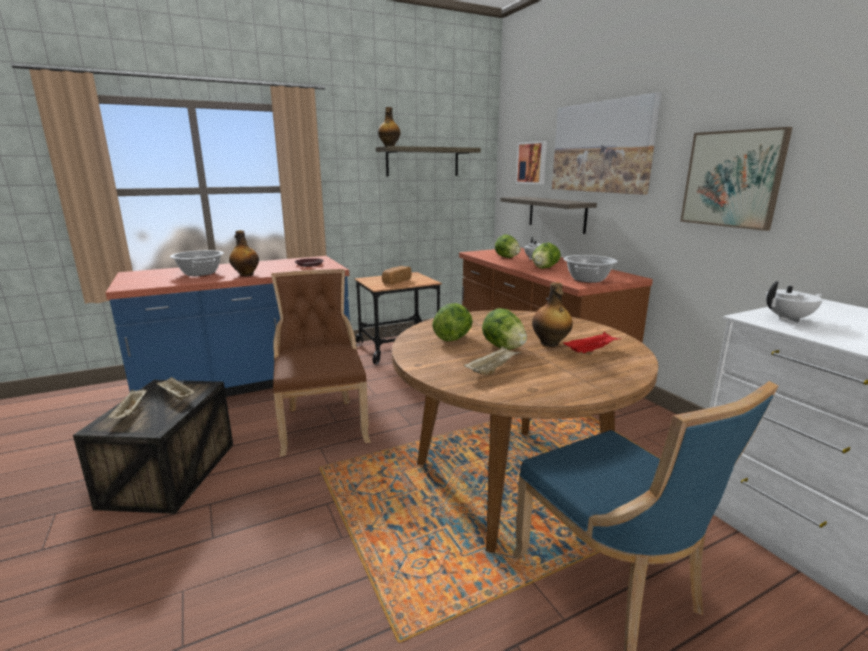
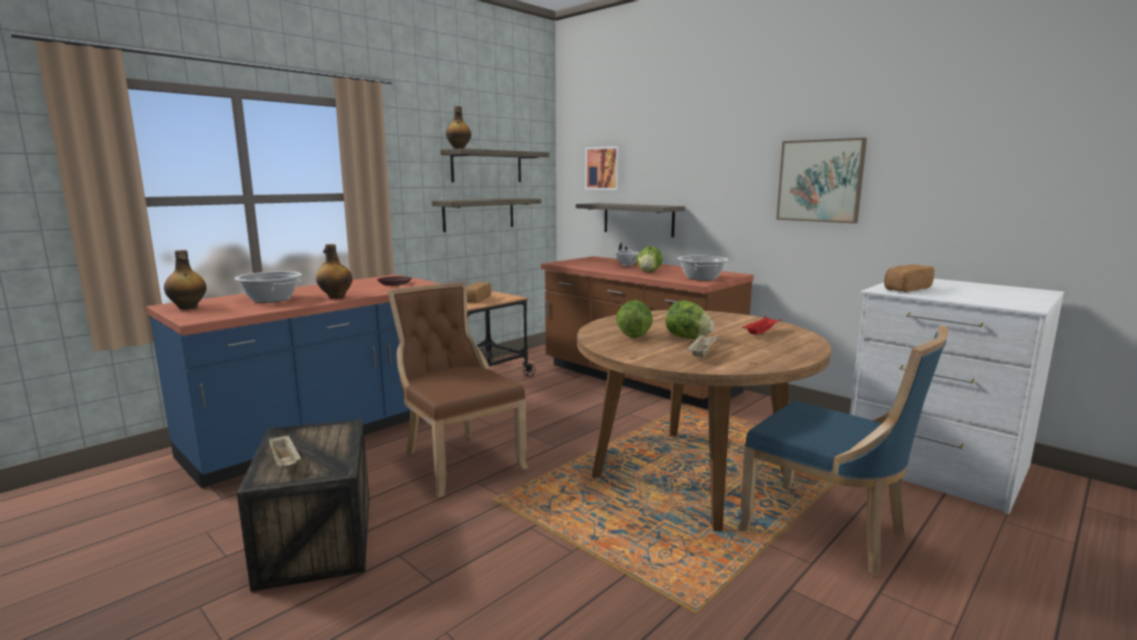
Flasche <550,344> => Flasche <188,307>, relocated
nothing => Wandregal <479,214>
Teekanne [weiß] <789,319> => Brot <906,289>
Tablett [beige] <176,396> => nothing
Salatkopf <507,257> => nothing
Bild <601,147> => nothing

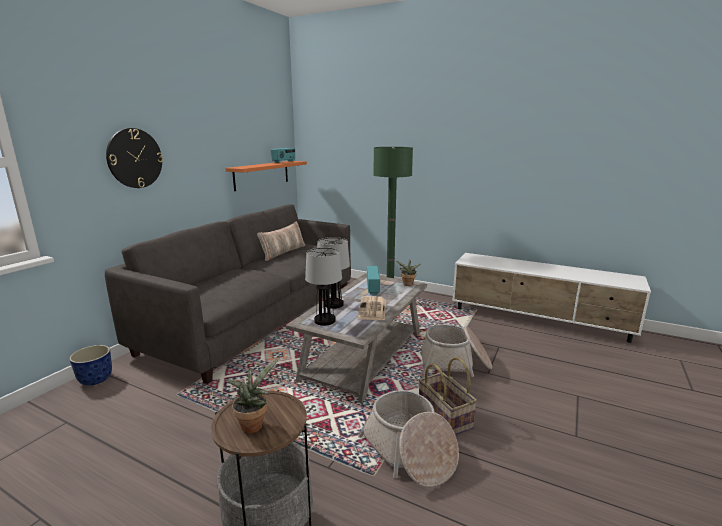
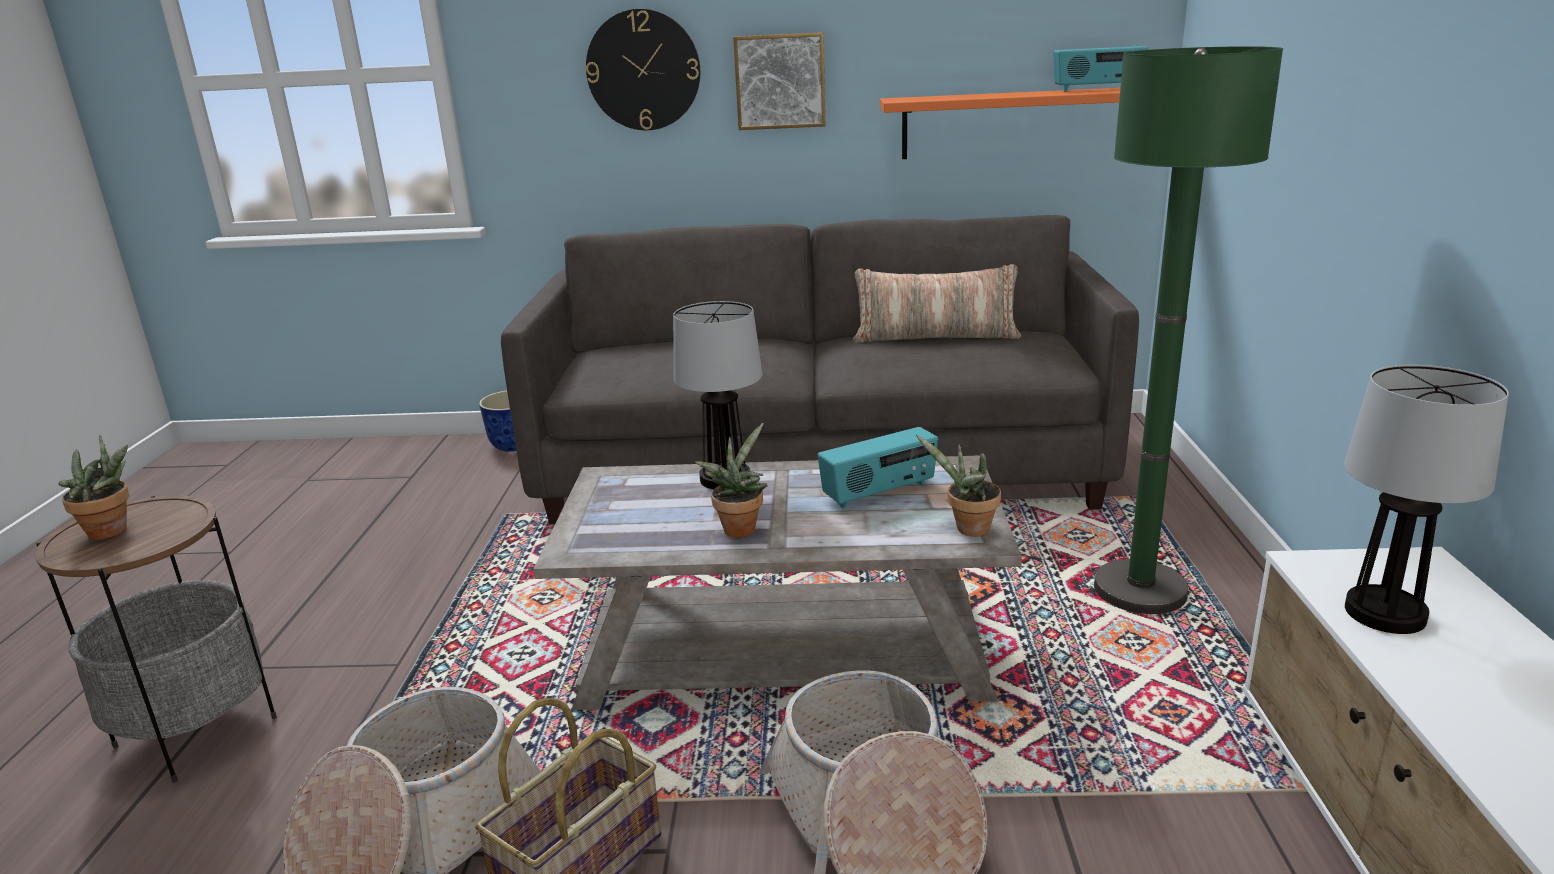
Zeitung <372,309> => Topfpflanze <739,527>
nothing => Bild <780,81>
Tischlampe <325,321> => Tischlampe <1385,614>, relocated

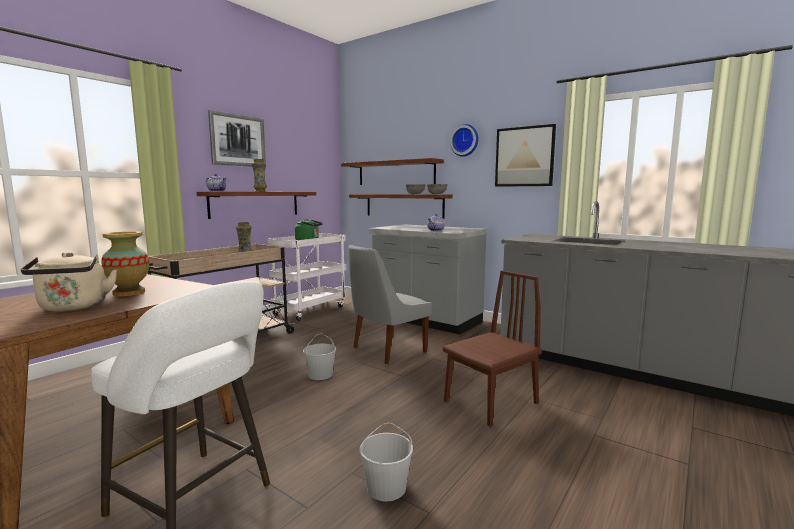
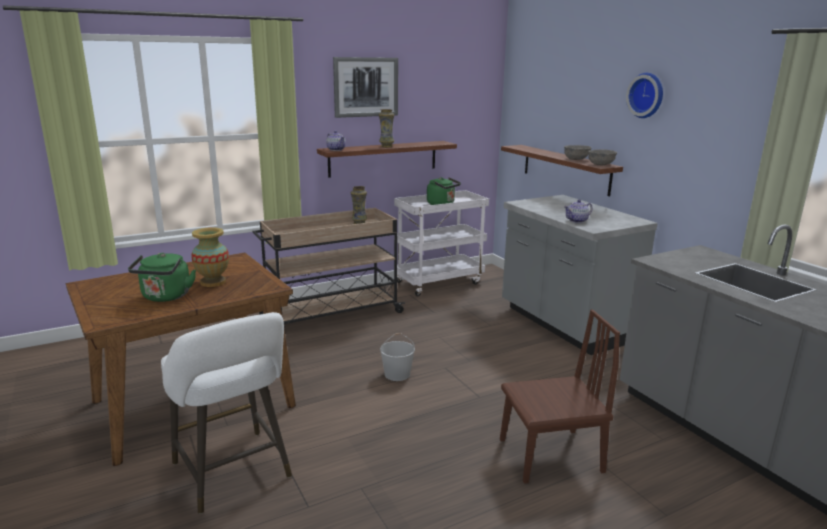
Wasserkessel [beige] <73,308> => Wasserkessel [grün] <165,297>
Wandregal <395,173> => nothing
Stuhl [grau] <386,350> => nothing
Eimer [weiß] <387,487> => nothing
Bild <524,157> => nothing

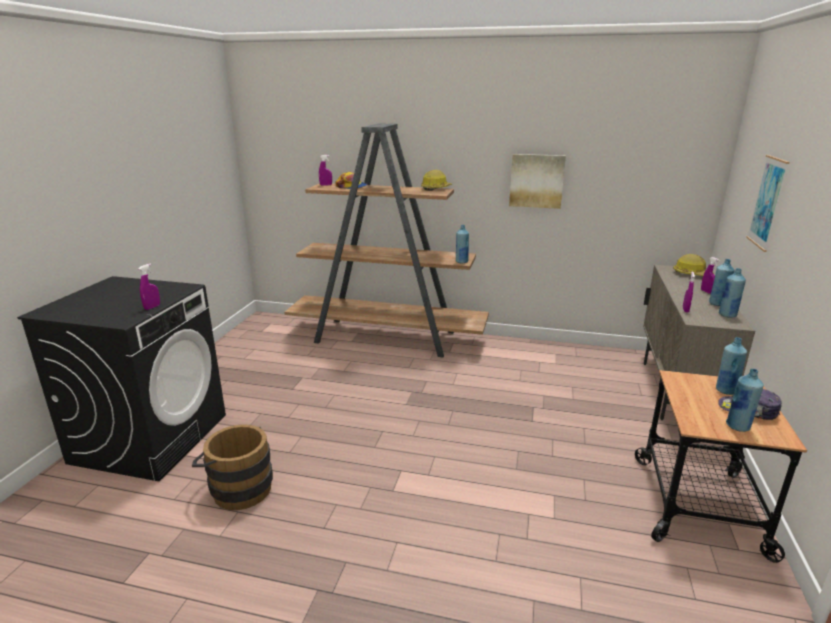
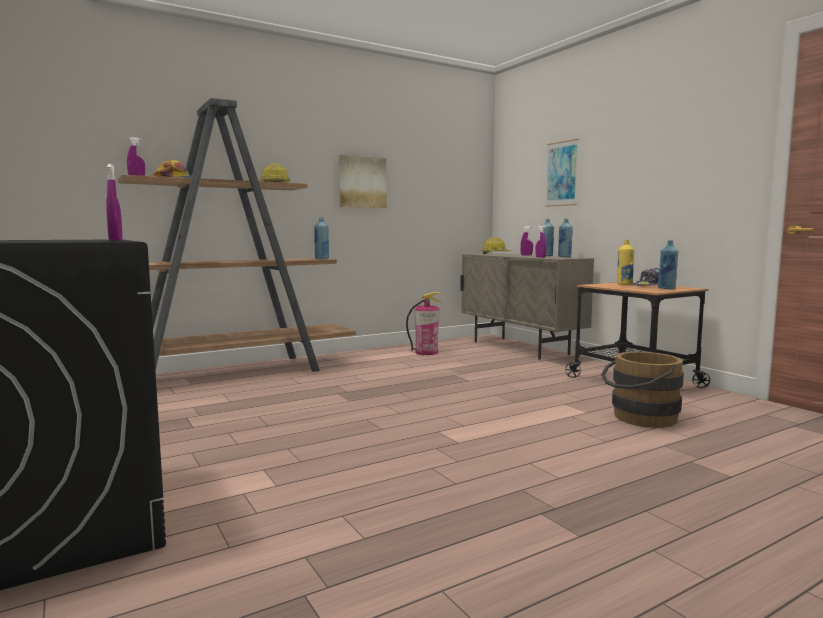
nothing => Feuerlöscher <426,352>
Eimer [braun] <238,488> => Eimer [braun] <639,418>, relocated
Flasche [blau] <725,390> => Flasche [gelb] <624,284>

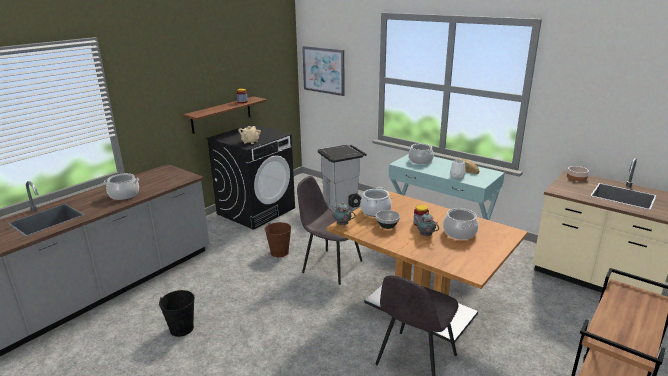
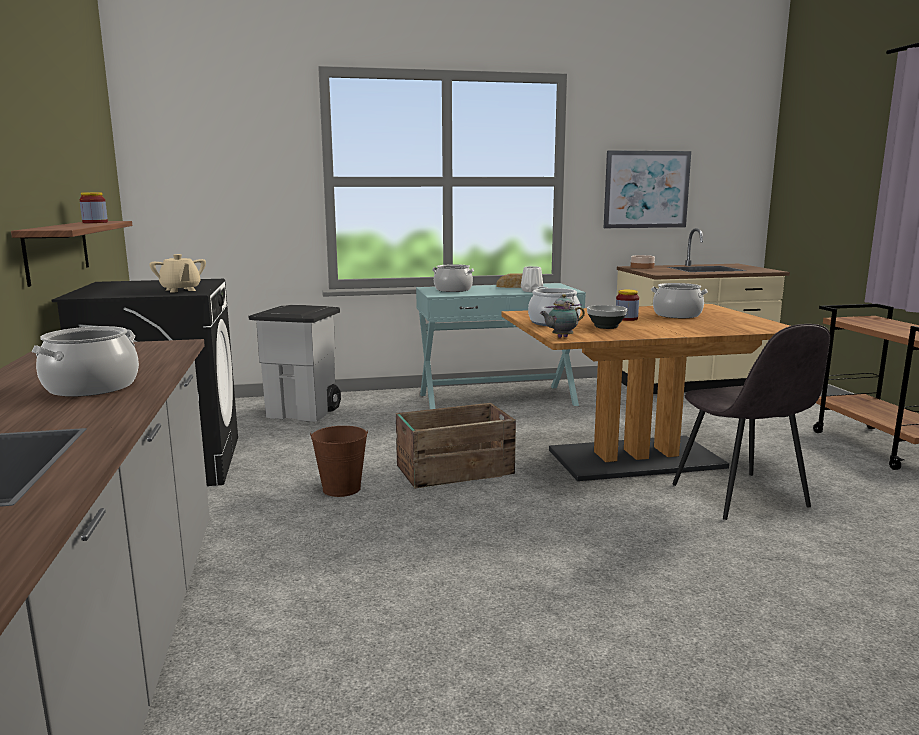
Stuhl [grau] <331,266> => Kiste <453,470>
Bild <323,70> => Bild <646,189>, relocated
Eimer [schwarz] <182,328> => nothing
Teekanne <425,235> => nothing

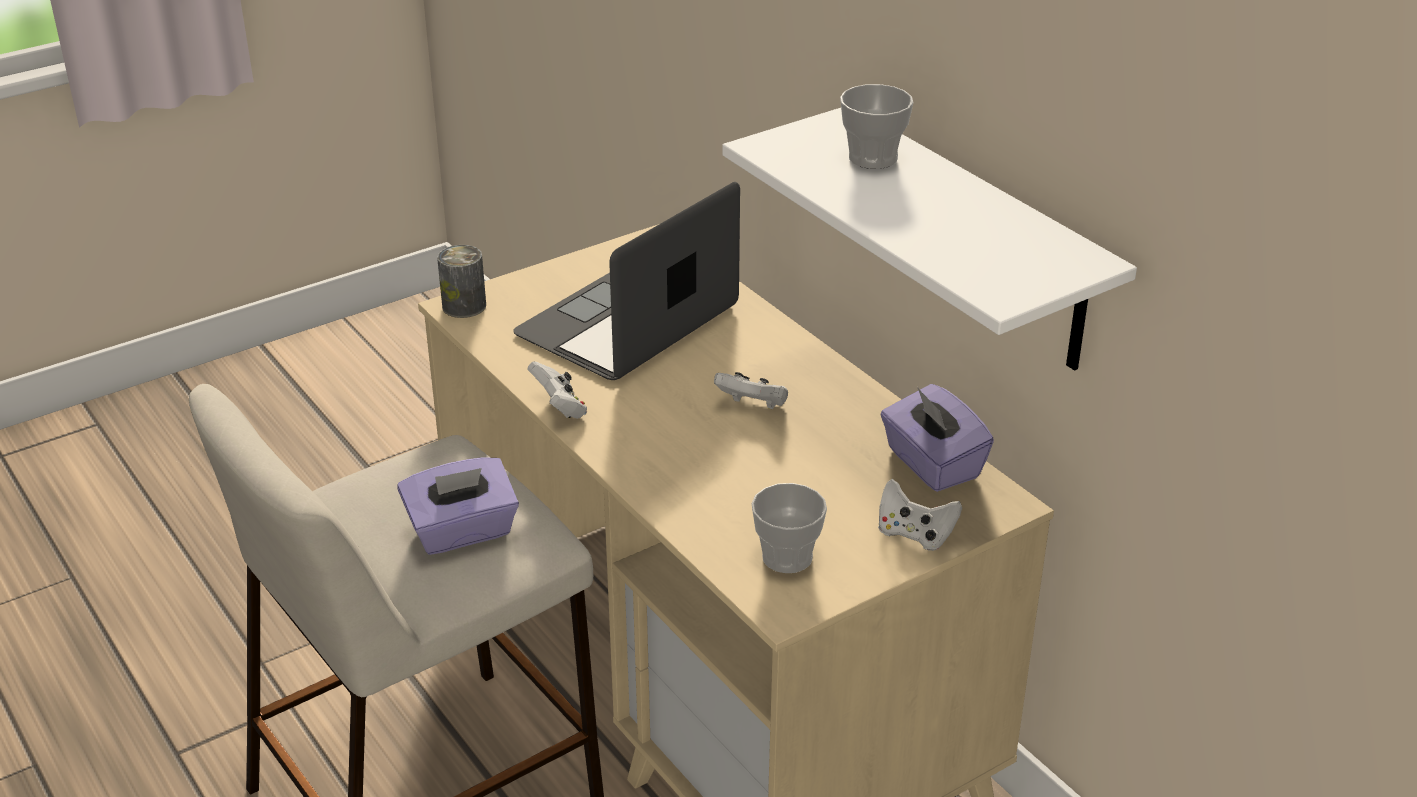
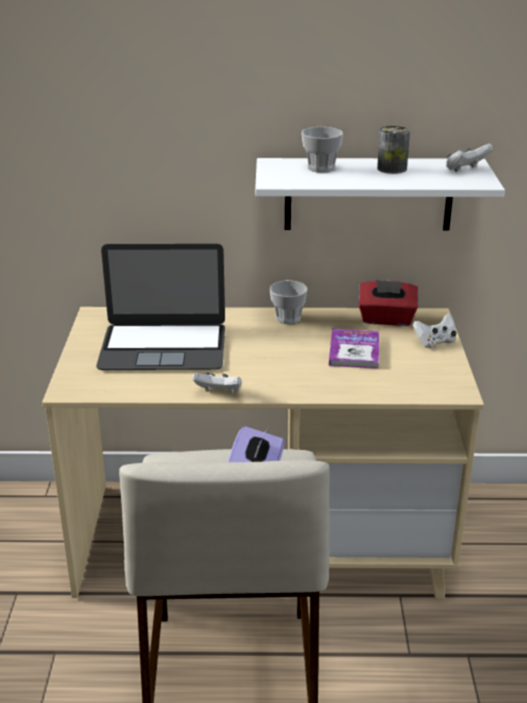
Laptop <628,322> => Laptop <163,347>, 75 degrees counterclockwise
Tasse <787,557> => Tasse <288,318>, relocated
nothing => Buch <354,350>
Taschentuchbox [lila] <931,464> => Taschentuchbox [rot] <386,319>
Dose <464,306> => Dose <392,168>, relocated
Gamepad [weiß] <753,406> => Gamepad [weiß] <465,169>, relocated

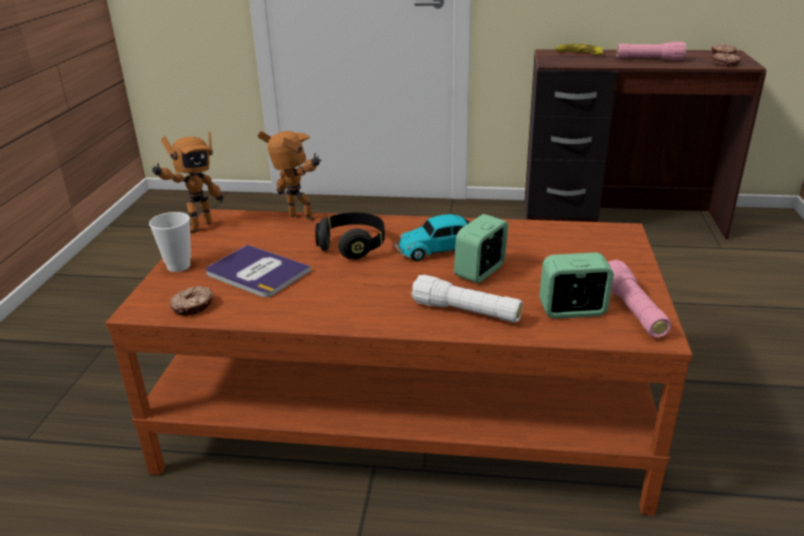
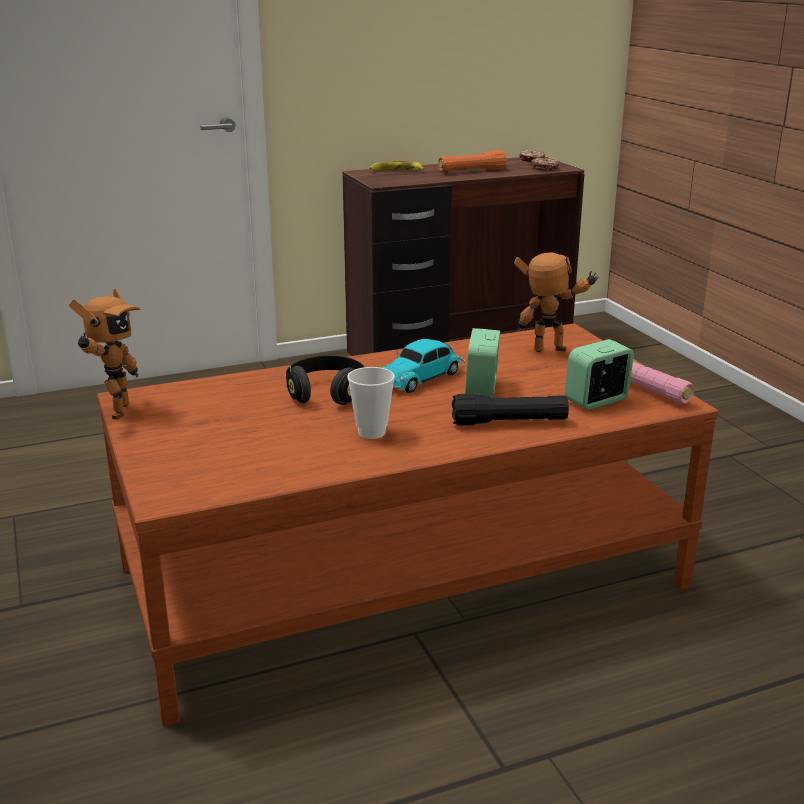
Tasse <178,266> => Tasse <371,433>, relocated
Taschenlampe [rosa] <649,59> => Taschenlampe [orange] <472,171>
Taschenlampe [weiß] <466,312> => Taschenlampe [schwarz] <509,422>
Spielzeugroboter <299,219> => Spielzeugroboter <551,352>, relocated
Donut <193,306> => nothing
Buch <257,272> => nothing

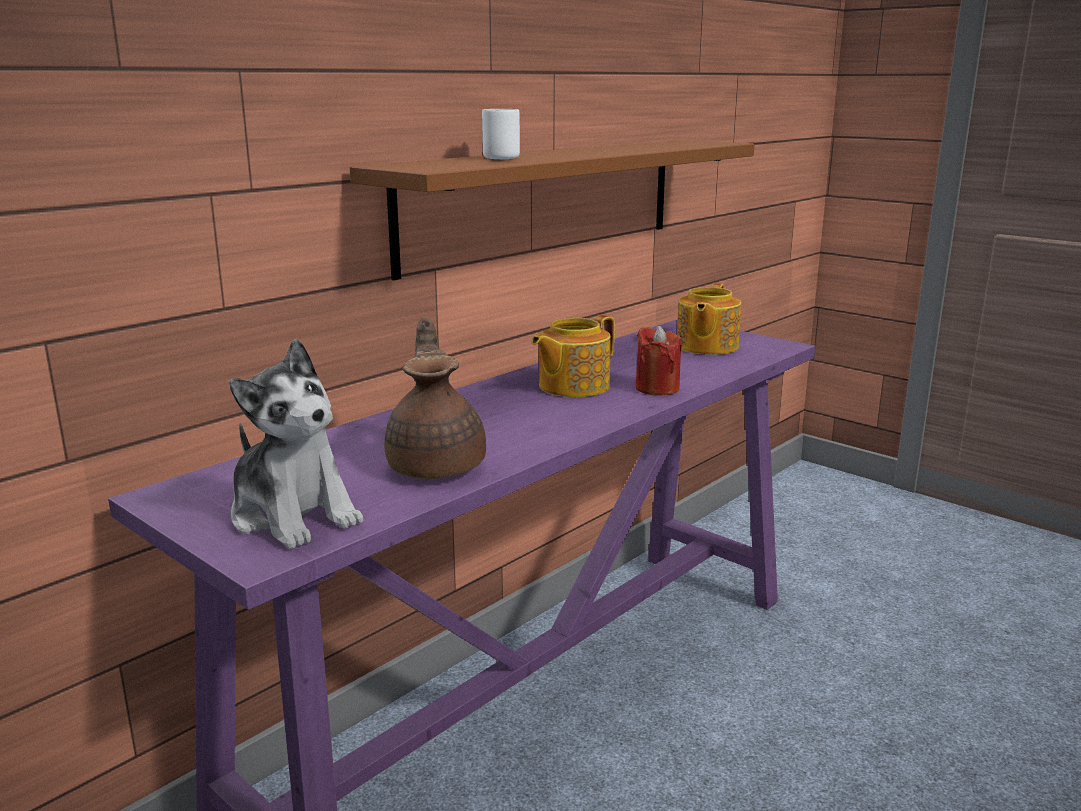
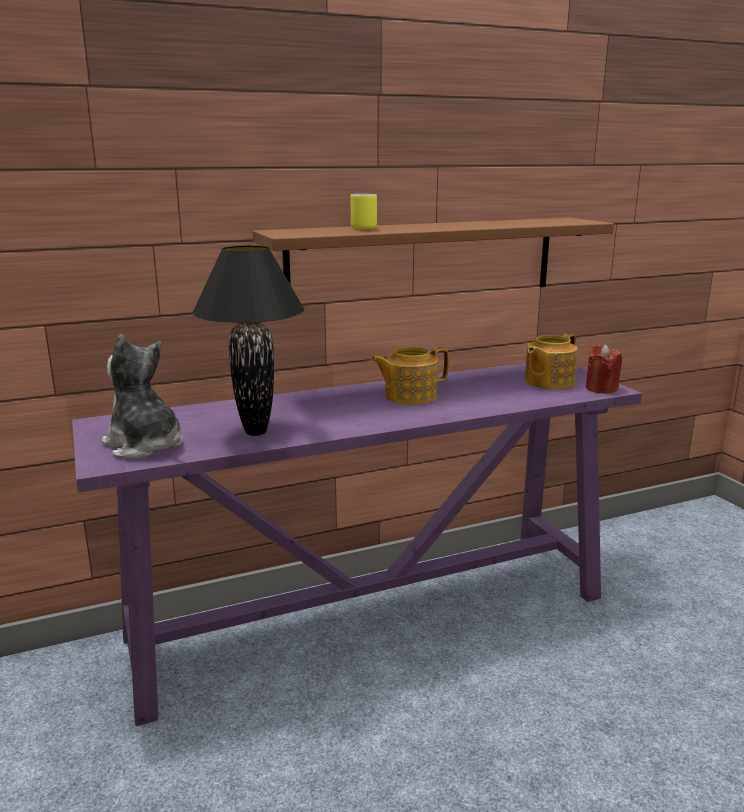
Plüschtier <294,515> => Plüschtier <145,446>, 150 degrees clockwise
Teekanne [braun] <437,465> => Tischlampe [schwarz] <257,432>
Henkelbecher [weiß] <495,158> => Henkelbecher [gelb] <361,228>
Kerze [rot] <657,388> => Kerze [rot] <601,388>, relocated

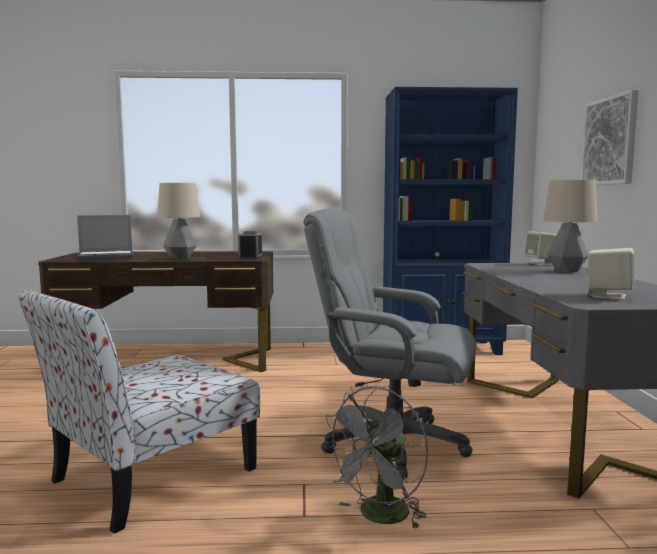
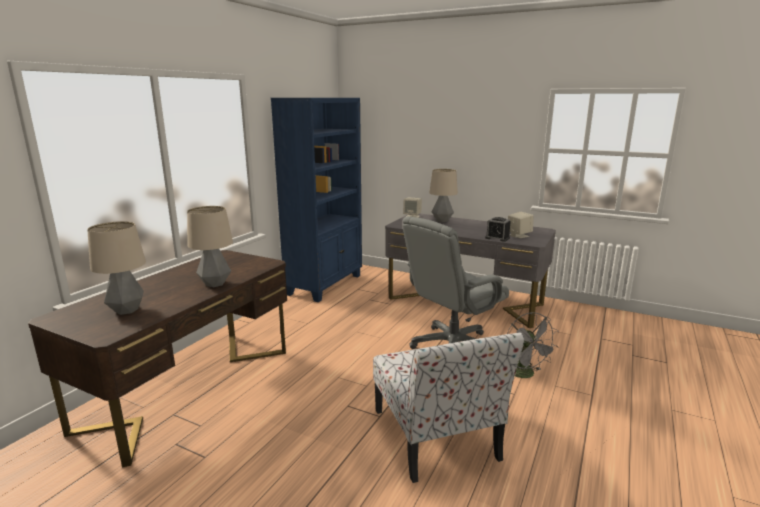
Laptop <107,256> => Tischlampe <126,310>
Wecker <250,258> => Wecker <497,238>, relocated
Bild <610,141> => nothing

